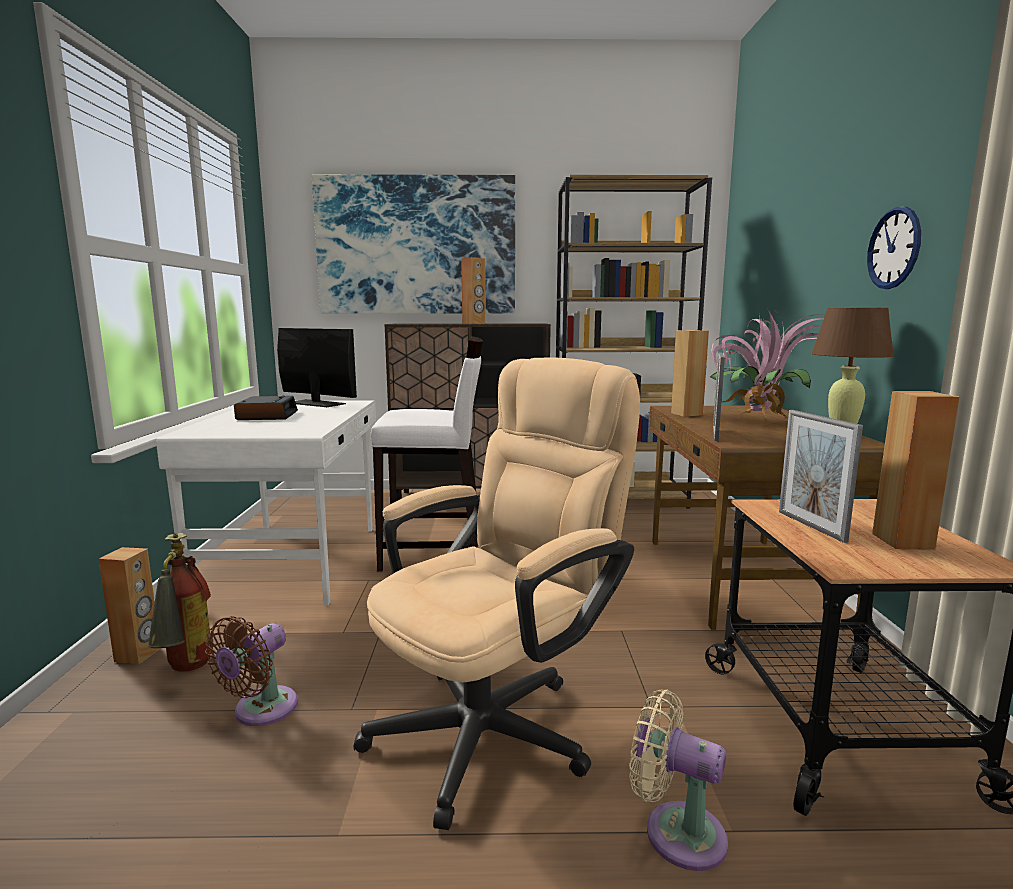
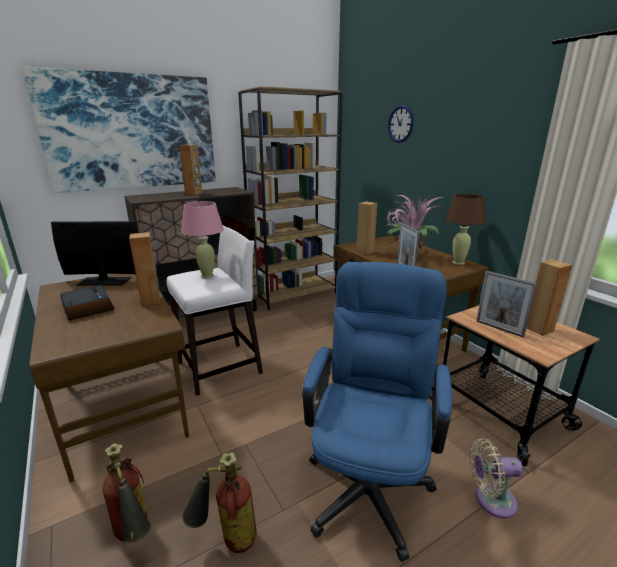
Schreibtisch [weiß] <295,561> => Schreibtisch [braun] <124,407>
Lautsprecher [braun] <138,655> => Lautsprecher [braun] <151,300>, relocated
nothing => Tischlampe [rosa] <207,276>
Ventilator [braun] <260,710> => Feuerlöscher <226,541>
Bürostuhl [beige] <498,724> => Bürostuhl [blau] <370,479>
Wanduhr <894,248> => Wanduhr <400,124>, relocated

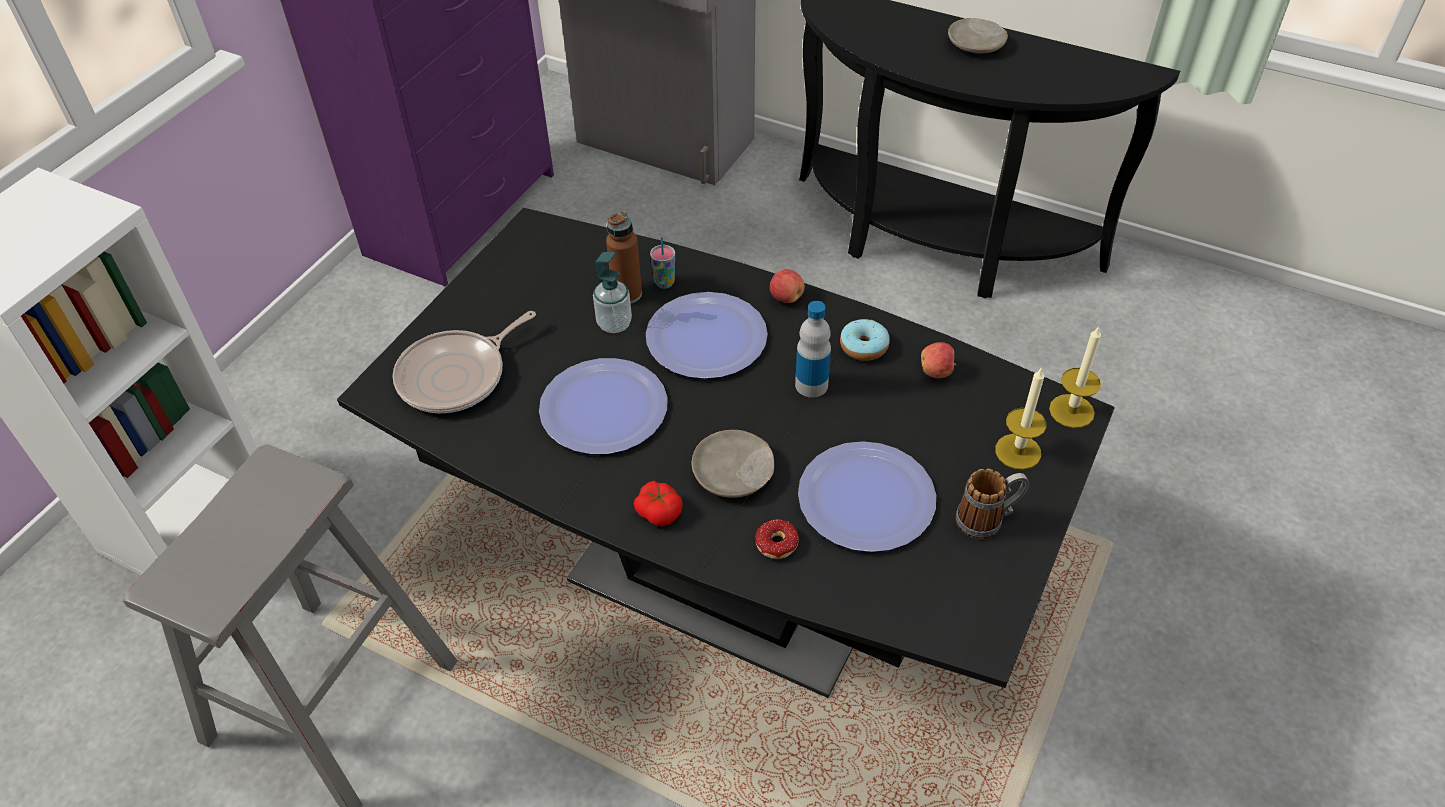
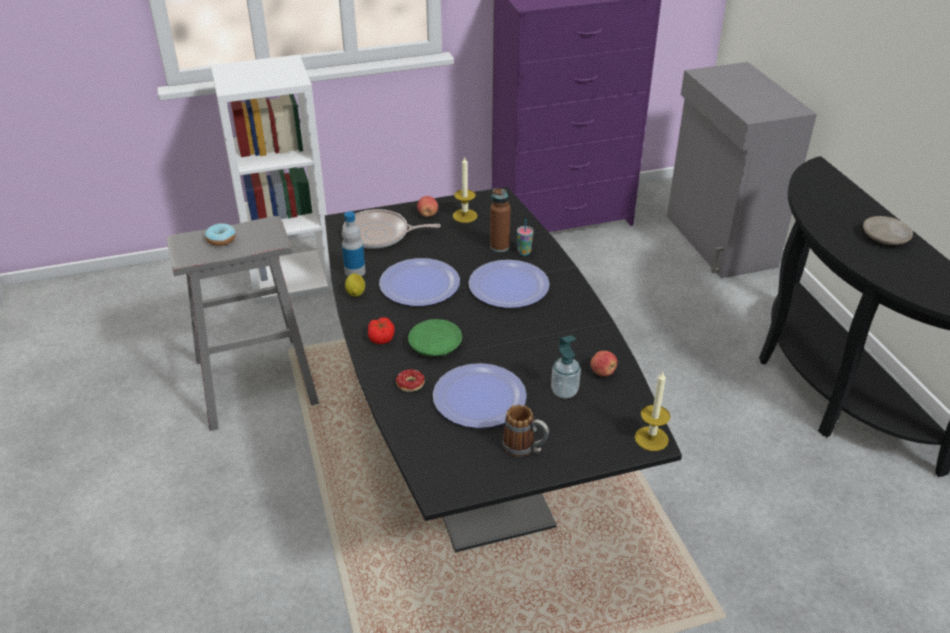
Donut <864,346> => Donut <221,239>, relocated
Flasche <811,385> => Flasche <355,272>, relocated
nothing => Zitrone <356,293>
Teller [beige] <733,474> => Teller [grün] <435,345>
Apfel <786,297> => Apfel <427,214>, relocated
Kerze <1018,451> => Kerze <465,216>, relocated
Seifenspender <614,324> => Seifenspender <564,391>, relocated

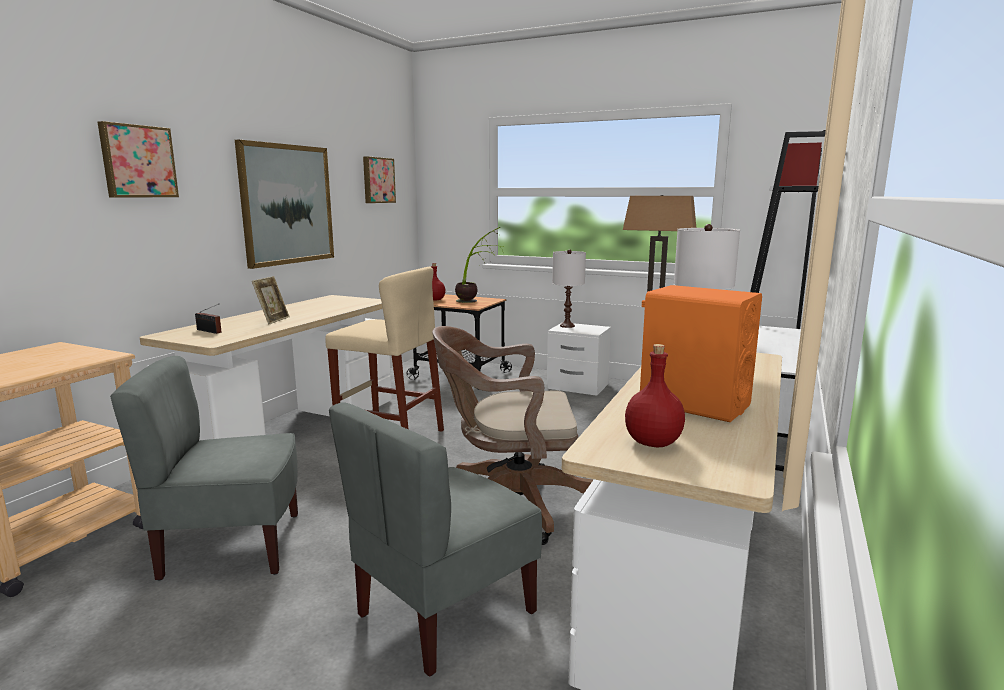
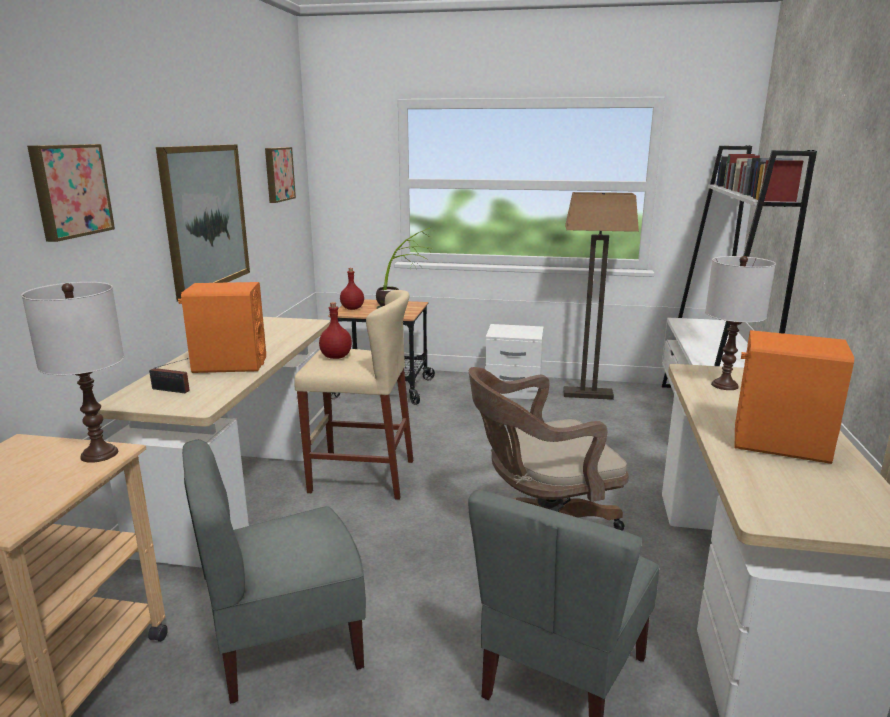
Tischlampe [weiß] <567,326> => Tischlampe [weiß] <99,454>, relocated
Bilderrahmen <273,320> => Lautsprecher [orange] <229,365>
Flasche [rot] <652,442> => Flasche [rot] <335,357>, relocated

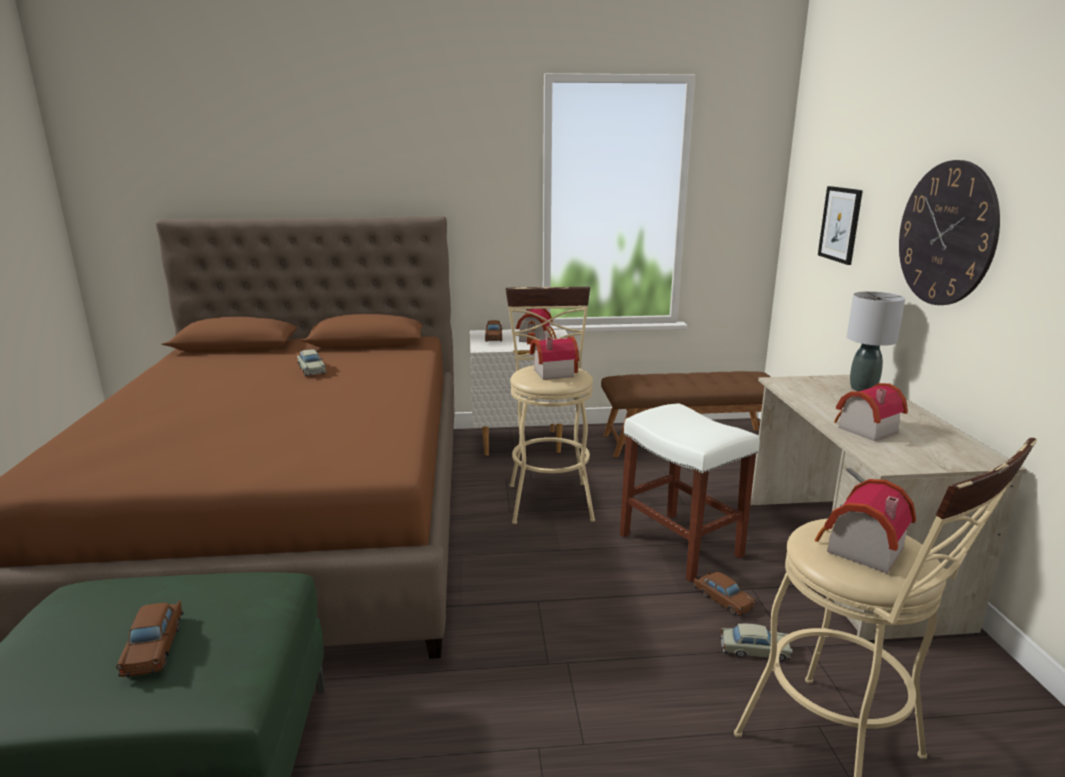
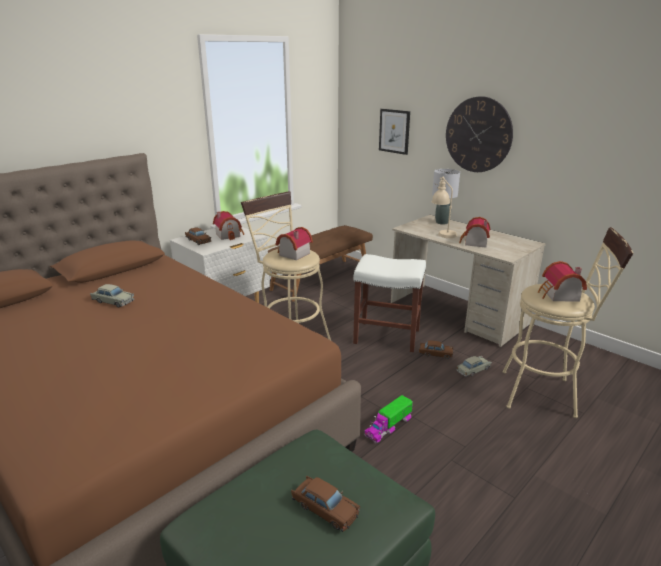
nothing => Spielzeuglaster <388,426>
nothing => Tischlampe [beige] <442,232>

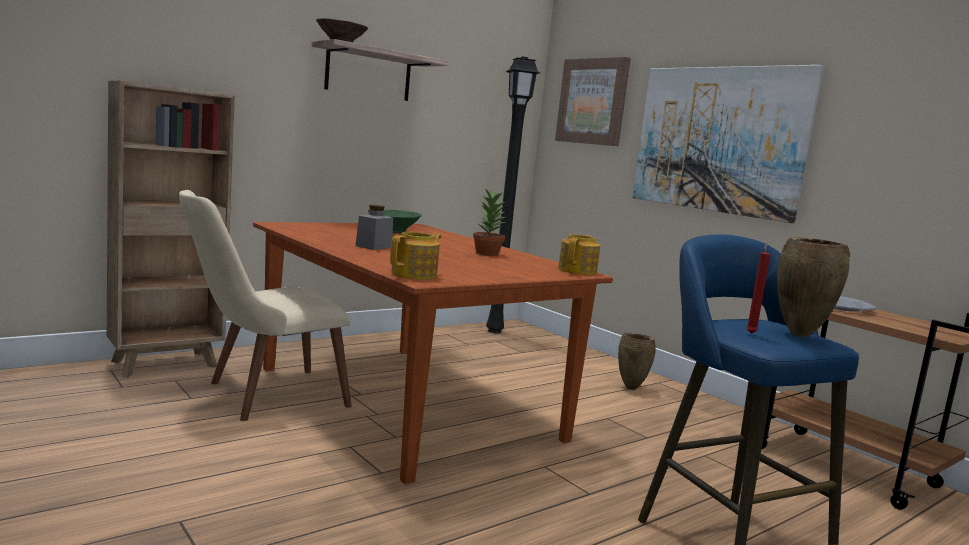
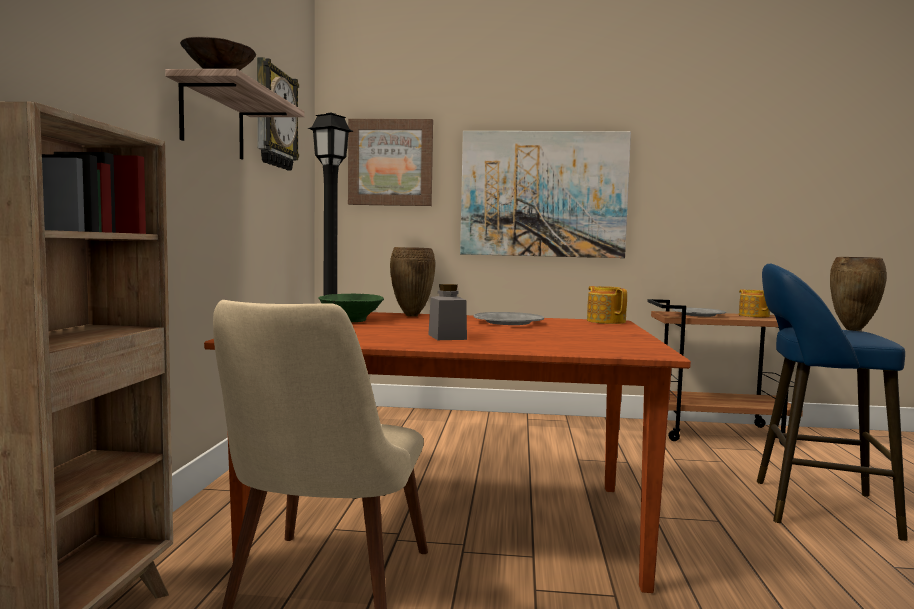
nothing => Wanduhr <273,118>
Vase [braun] <631,388> => Vase [braun] <411,316>, relocated
Topfpflanze <486,253> => Teller [grau] <508,322>
Teekanne <415,275> => Teekanne <753,315>, relocated
Kerze [rot] <751,333> => nothing

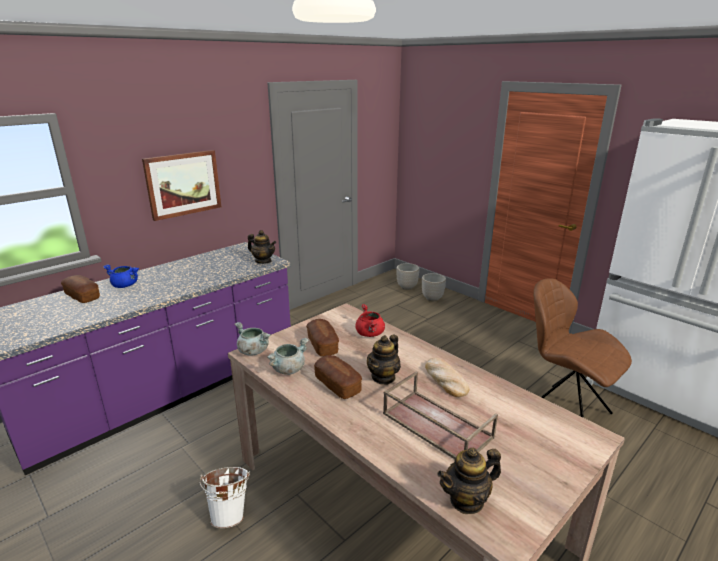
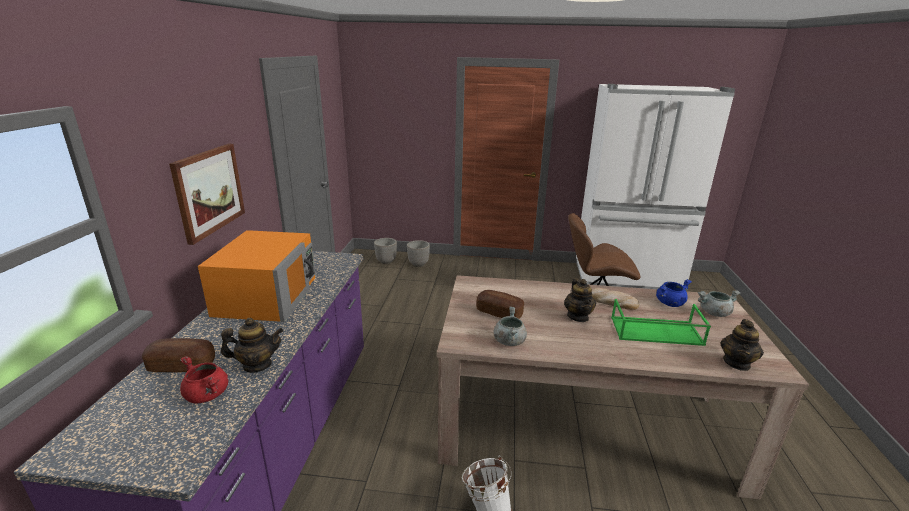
Kochtopf [rot] <370,334> => Kochtopf [rot] <207,395>, relocated
nothing => Mikrowelle [orange] <267,295>
Teekanne <263,261> => Teekanne <257,365>, relocated
Tablett [braun] <435,425> => Tablett [grün] <655,331>
Kochtopf [blau] <125,285> => Kochtopf [blau] <669,303>, relocated
Kochtopf [grau] <253,351> => Kochtopf [grau] <714,313>, relocated
Brot <337,385> => nothing

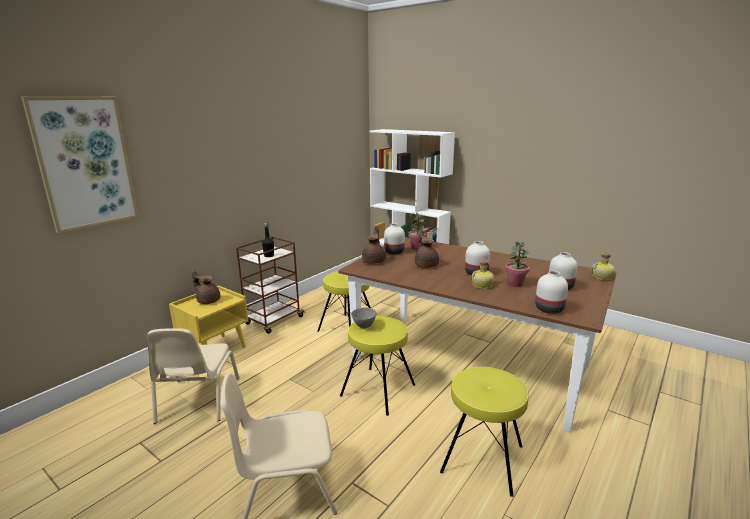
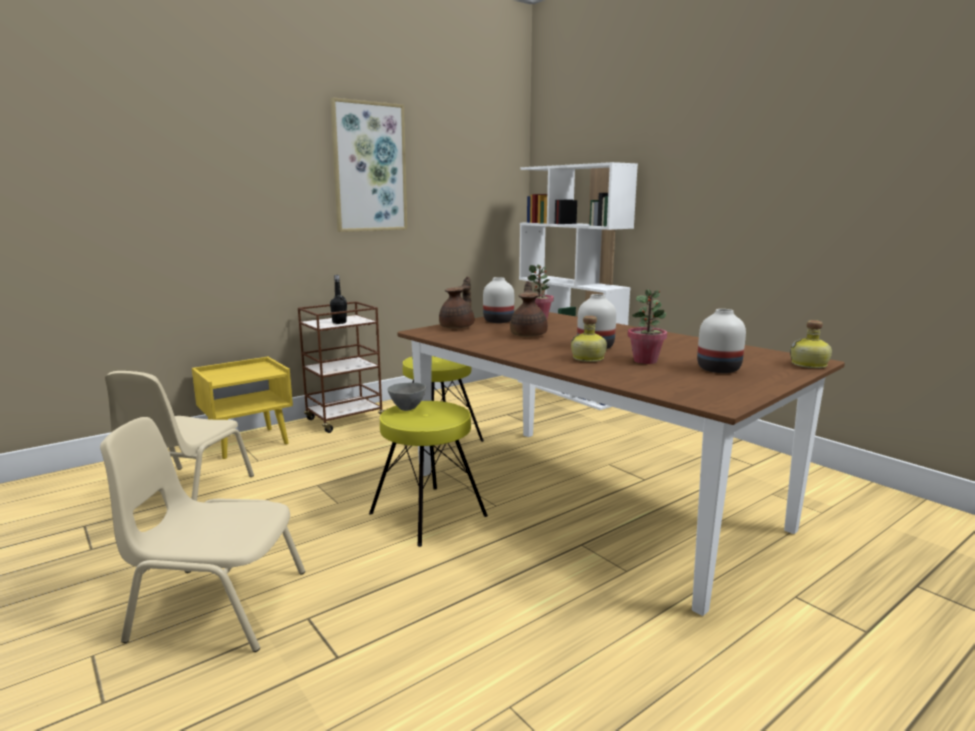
Bild <85,163> => Bild <369,167>, relocated
Teekanne [braun] <208,300> => nothing
Hocker [gelb] <482,459> => nothing
Vase [weiß] <549,309> => nothing

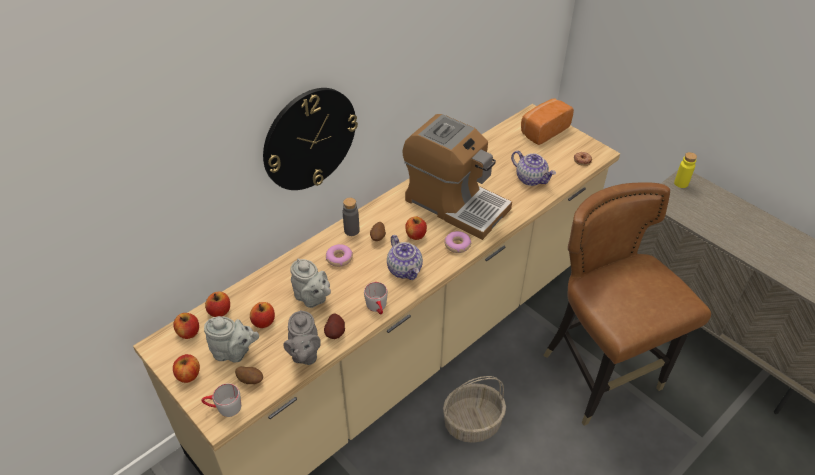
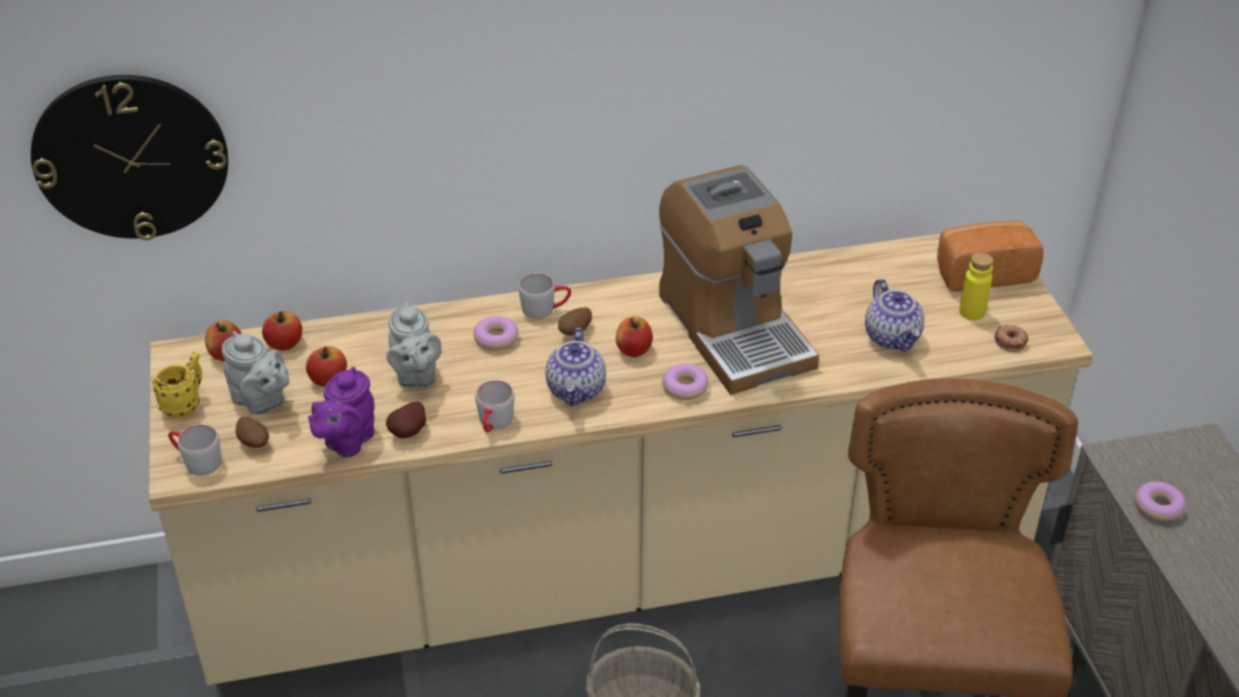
Wanduhr <309,139> => Wanduhr <131,157>, relocated
Apfel <188,375> => Henkelbecher [gelb] <186,404>
Teekanne [grau] <304,354> => Teekanne [lila] <346,441>
Flasche [grau] <351,230> => Henkelbecher [grau] <545,308>
Flasche [gelb] <681,183> => Flasche [gelb] <972,312>, relocated
nothing => Donut <1158,507>

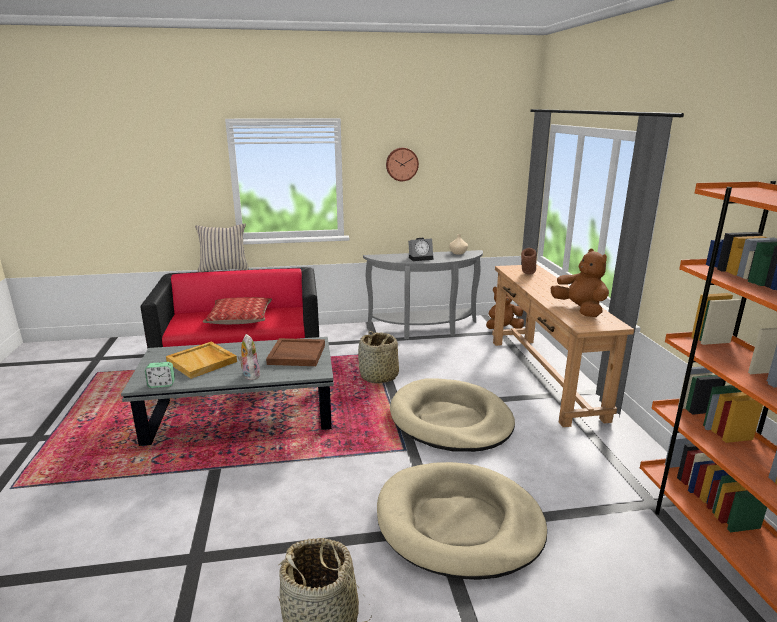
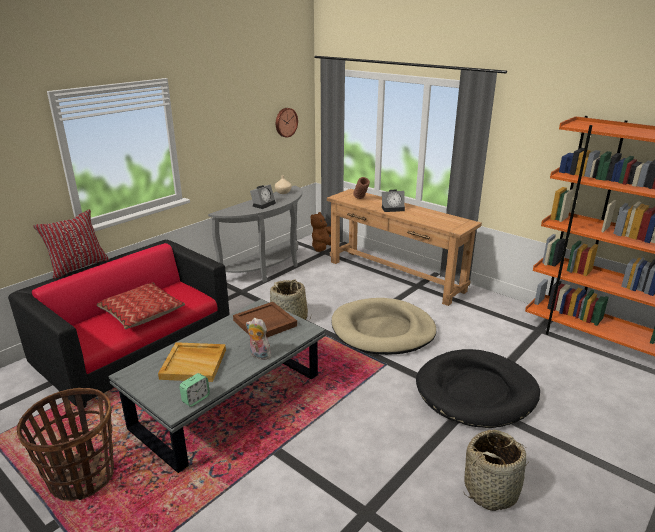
nothing => Korb <81,477>
Kissen [beige] <224,269> => Kissen [rot] <78,266>
Wanduhr <401,164> => Wanduhr <285,122>, relocated
nothing => Wecker <393,208>
Hundebett [beige] <459,523> => Hundebett [schwarz] <476,392>
Plüschtier [braun] <579,310> => nothing

